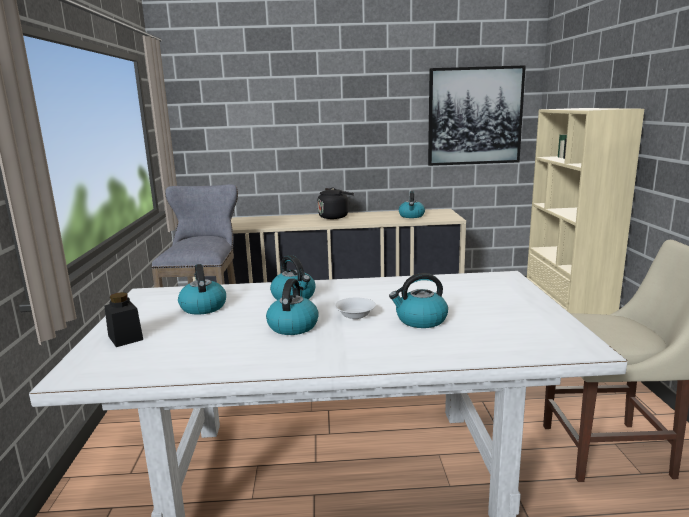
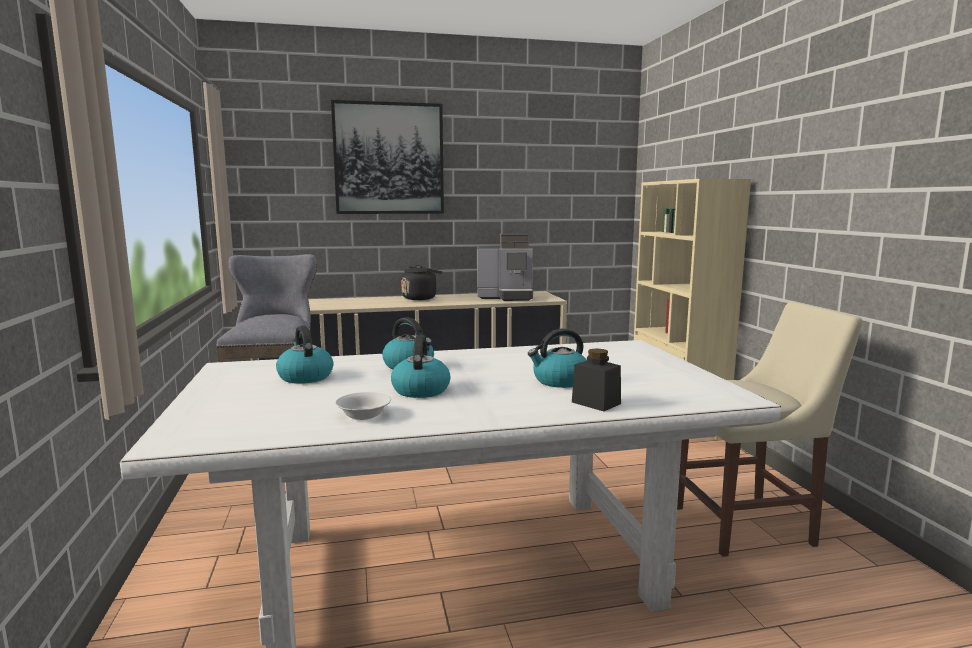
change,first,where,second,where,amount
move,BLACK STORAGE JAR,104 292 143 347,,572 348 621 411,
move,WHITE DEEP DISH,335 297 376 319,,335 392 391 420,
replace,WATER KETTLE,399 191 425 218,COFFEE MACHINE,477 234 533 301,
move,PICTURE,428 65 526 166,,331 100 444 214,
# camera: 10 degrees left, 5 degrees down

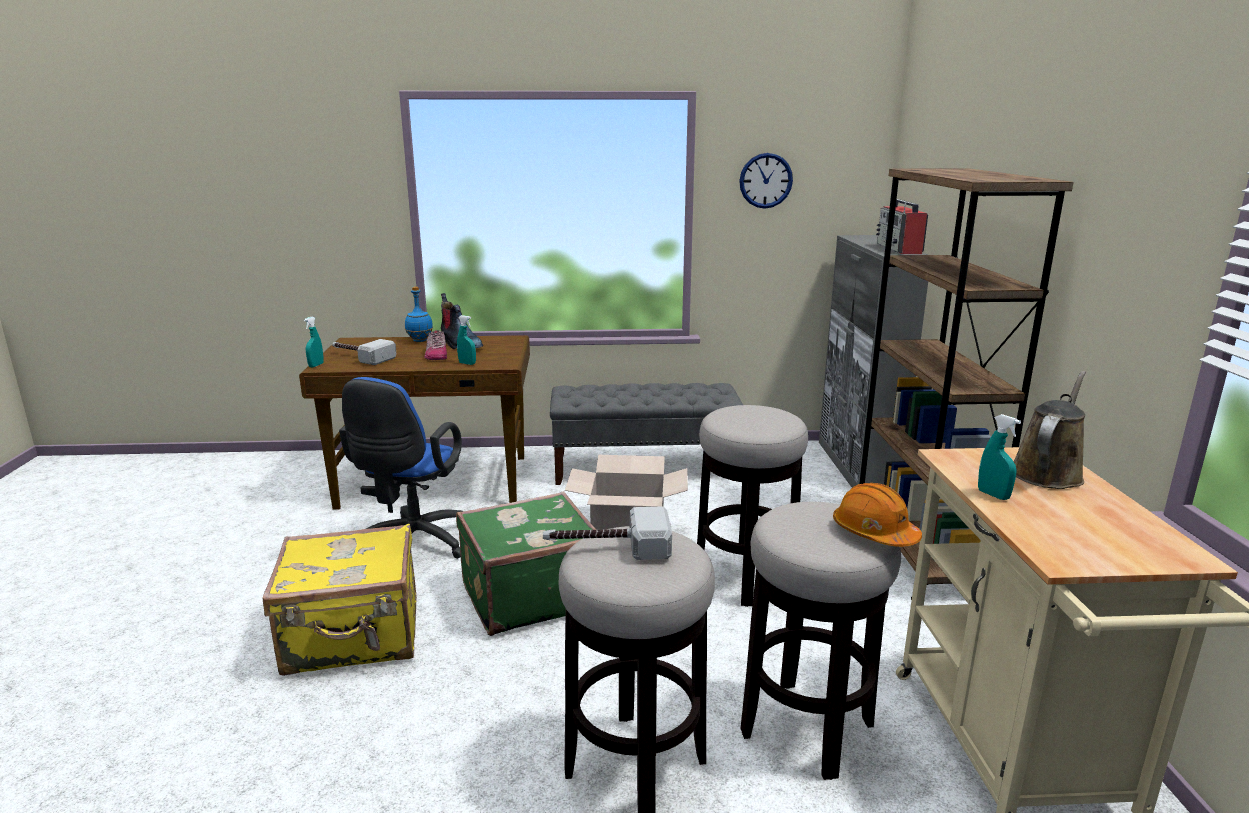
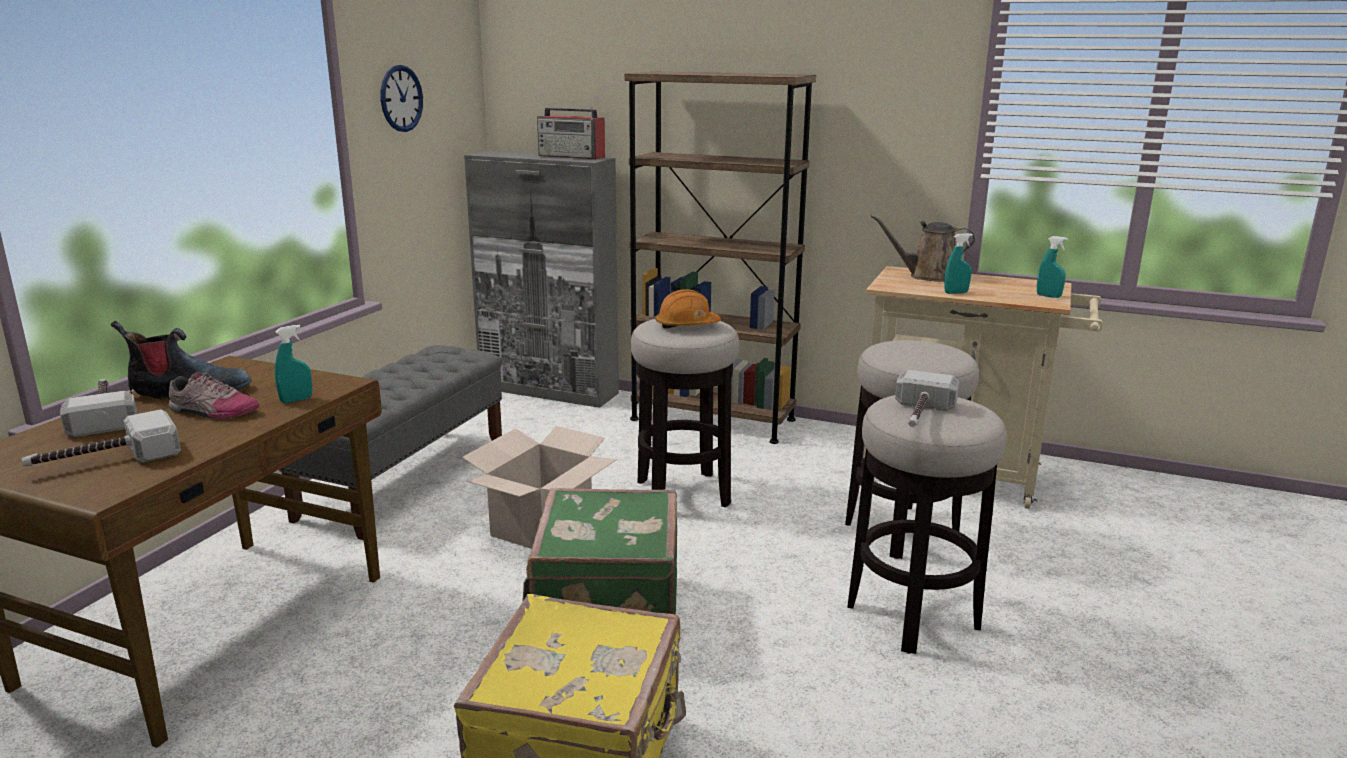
change,first,where,second,where,amount
move,TURQUOISE SPRAYER,304 317 324 368,,1037 236 1068 298,
delete,BLUE OFFICE CHAIR,339 377 463 559,,,
replace,BLUE DRINK BOTTLE,405 286 433 342,TOOL HAMMER,60 379 137 437,
move,ORANGE HARD HAT,833 483 922 547,,655 289 721 328,
rotate,BROWN WATERING CAN,1014 371 1086 489,,871 215 975 282,60 degrees counterclockwise
# camera: 65 degrees left, 0 degrees up

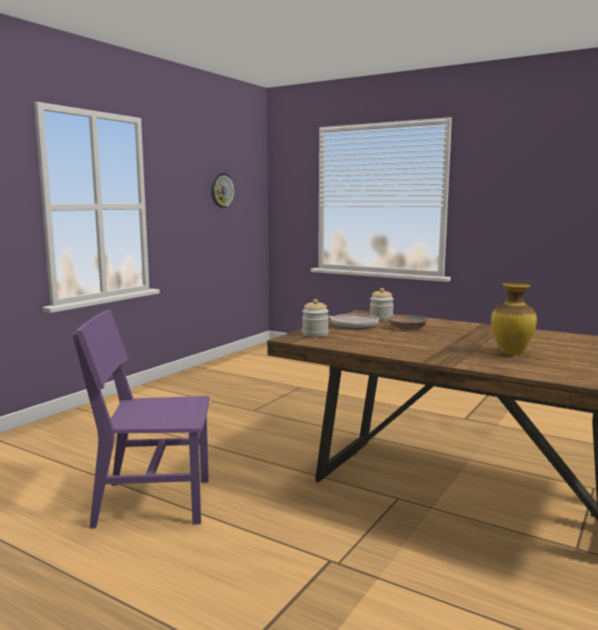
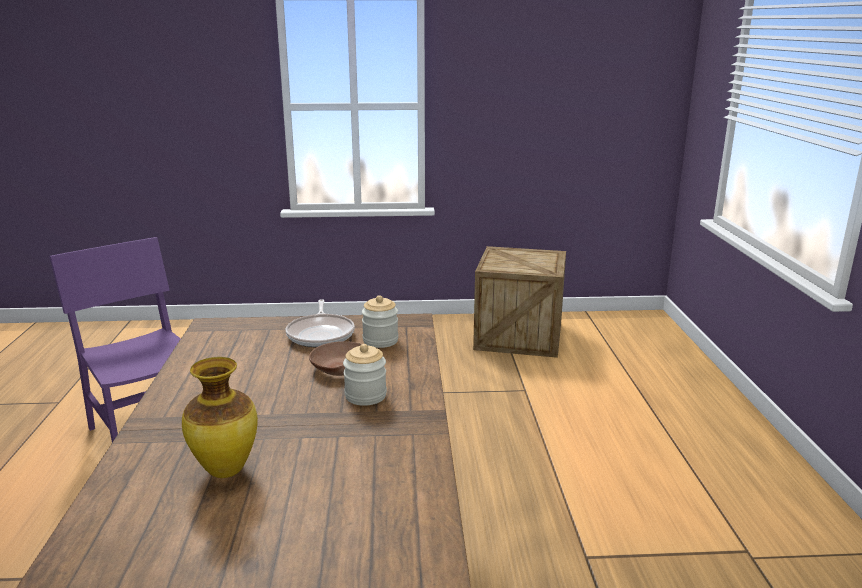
change,first,where,second,where,amount
delete,HANGING CLOCK,211 173 235 208,,,
move,STORAGE JAR,302 299 329 337,,343 344 387 406,
insert,,,PACKING CRATE,473 246 566 358,
# camera: 55 degrees right, 10 degrees up

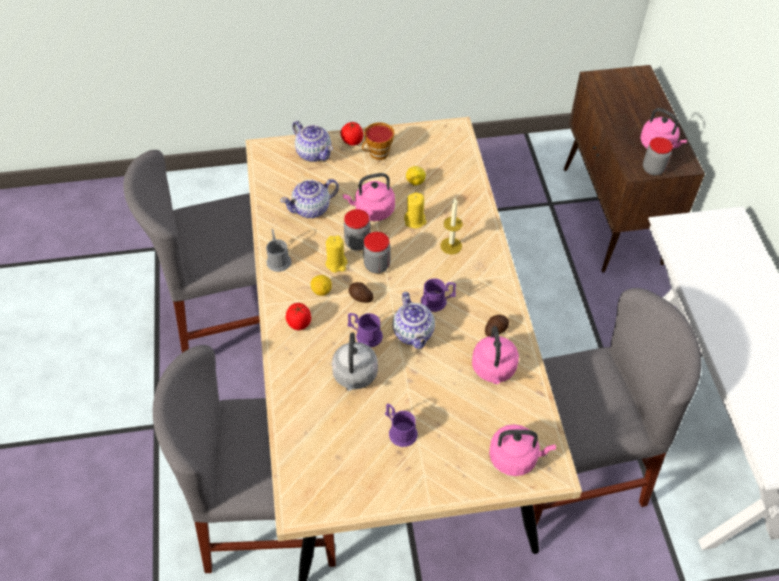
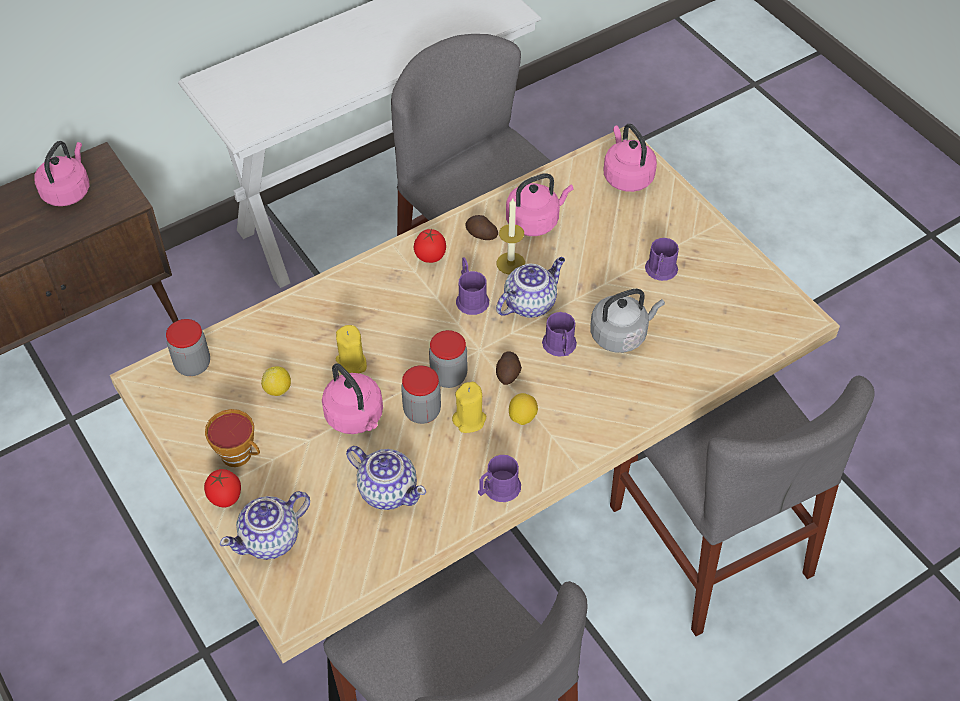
change,first,where,second,where,amount
recolor,GRAY MUG,266 229 292 272,PURPLE-COLOURED MUG,478 455 521 502,
move,WHOLE TOMATO,286 303 311 330,,414 229 446 263,
rotate,TEAPOT,292 121 333 162,,220 491 310 560,150 degrees counterclockwise
move,WAX LIGHT,440 197 463 254,,497 198 525 274,
move,STORAGE JAR,643 137 673 175,,166 319 210 376,
# camera: 115 degrees left, 0 degrees up

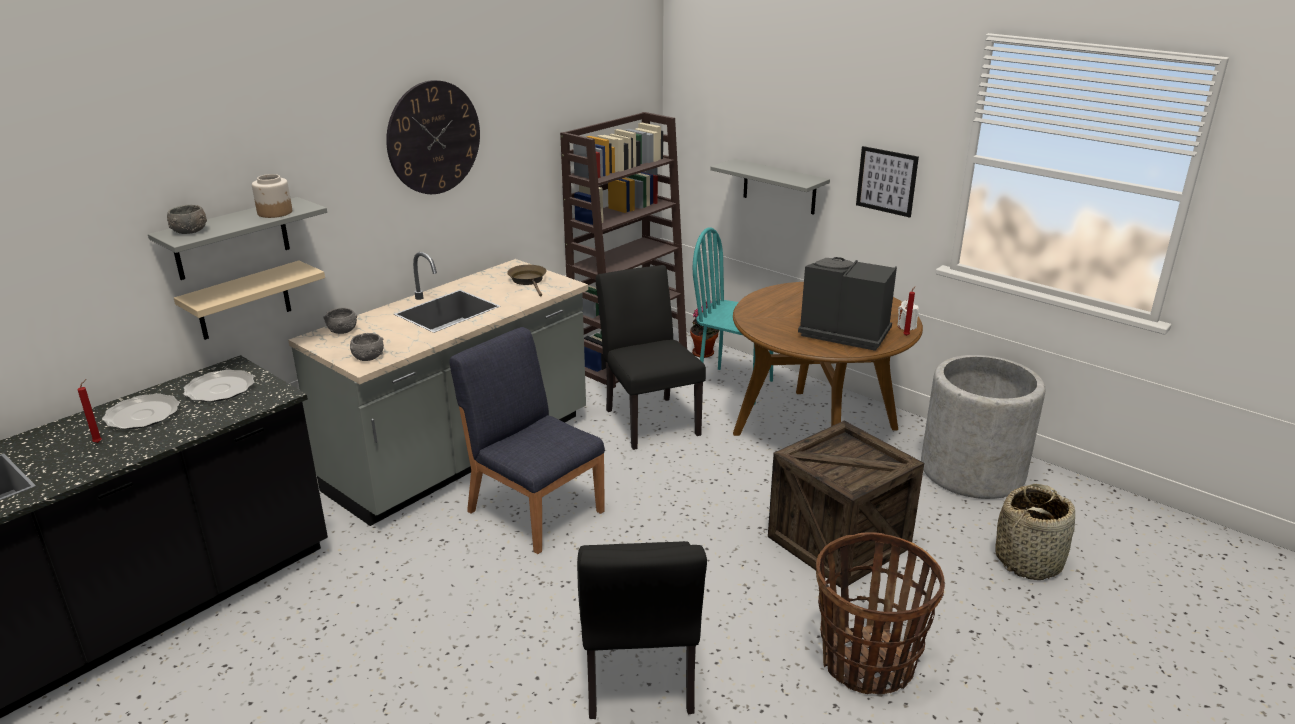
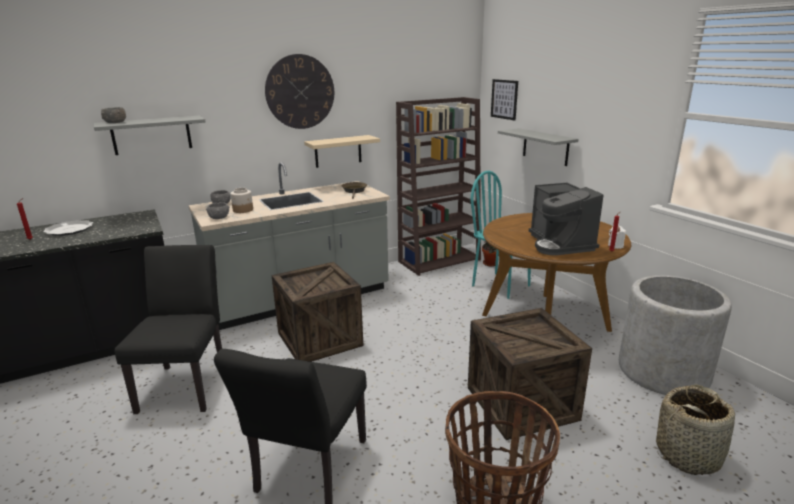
change,first,where,second,where,amount
move,BEIGE-COLOURED WALL SHELF,174 261 325 340,,304 135 380 168,
delete,DINNER PLATE,183 369 254 402,,,
move,STORAGE JAR,252 174 292 218,,230 188 253 213,
replace,BLUE PLAIN CHAIR,450 327 605 554,PACKING CRATE,271 262 364 362,
move,BLACK PLAIN CHAIR,596 265 706 450,,115 245 222 414,
rotate,COFFEE MACHINE,798 257 897 351,,529 183 604 255,150 degrees counterclockwise
move,PICTURE,856 146 919 218,,491 79 518 120,
# camera: 20 degrees right, 5 degrees down

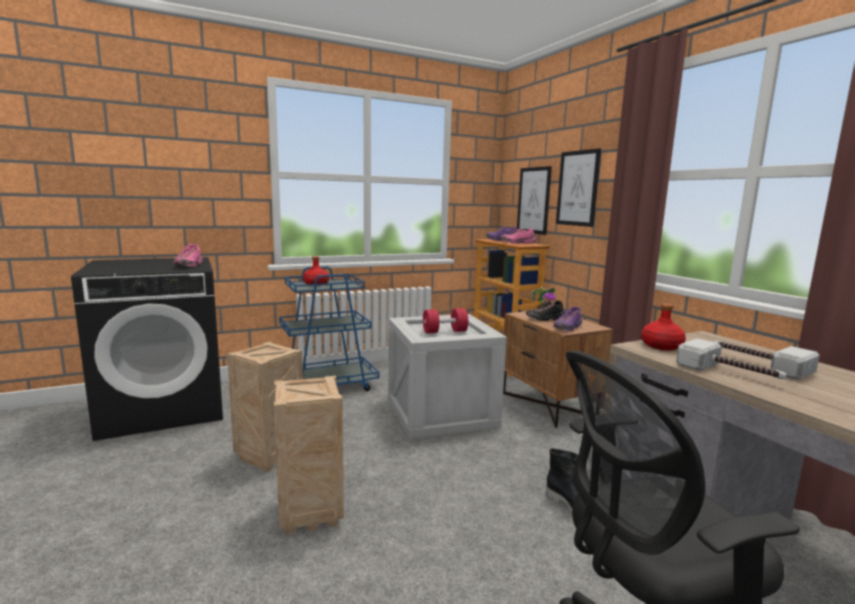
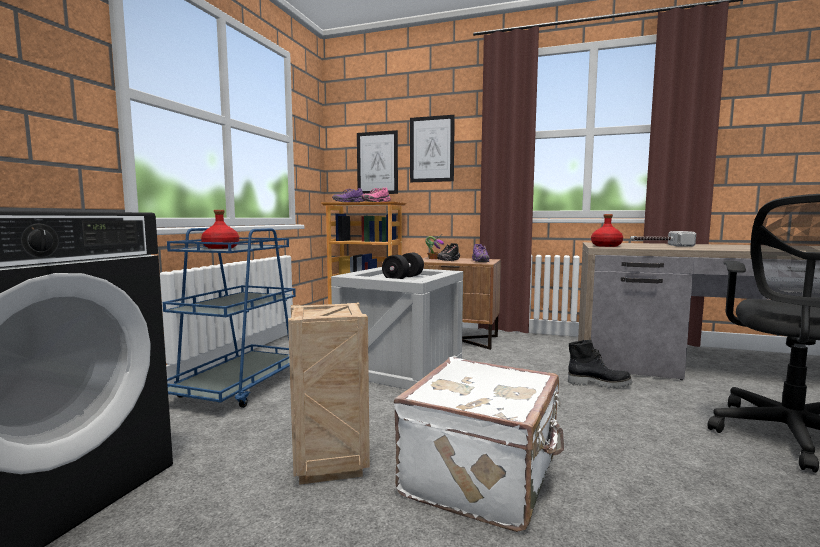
change,first,where,second,where,amount
delete,PINKISH SHOE,173 244 203 267,,,
replace,PACKING CRATE,274 375 344 535,WHITE TRAVEL CASE,394 357 564 532,
recolor,RED DUMBBELL,423 308 468 333,BLACK DUMBBELL,382 253 424 279,
delete,TOOL HAMMER,676 338 787 379,,,
# camera: 45 degrees left, 5 degrees down

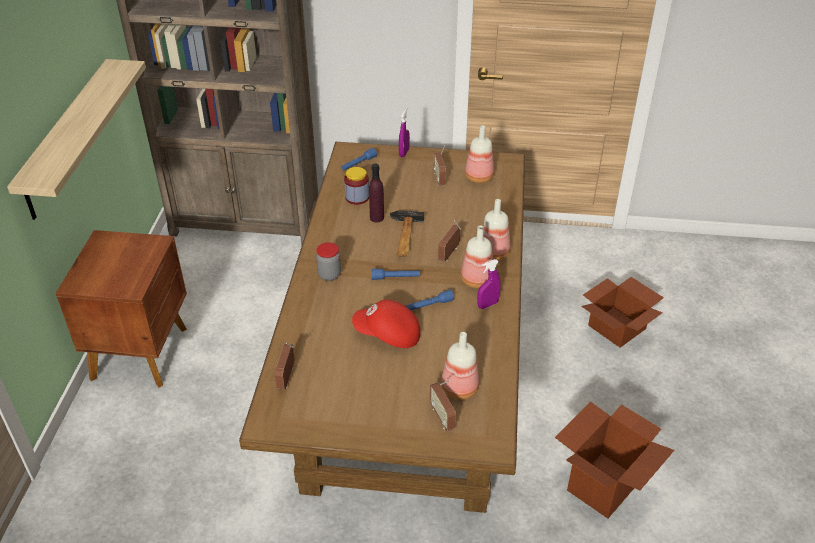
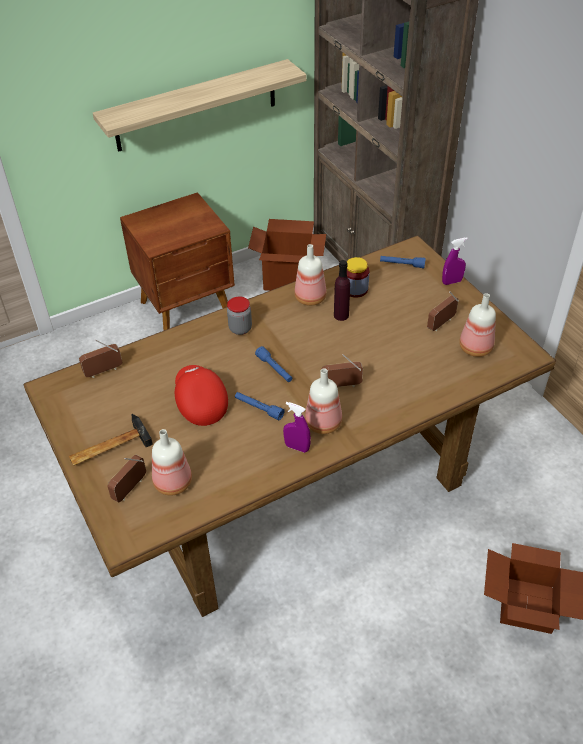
change,first,where,second,where,amount
move,TOOL HAMMER,390 211 424 257,,69 414 153 466,
move,DRINK BOTTLE,483 199 510 260,,294 244 327 306,
move,CARTON,555 401 674 519,,248 219 326 291,
# camera: 55 degrees right, 5 degrees up

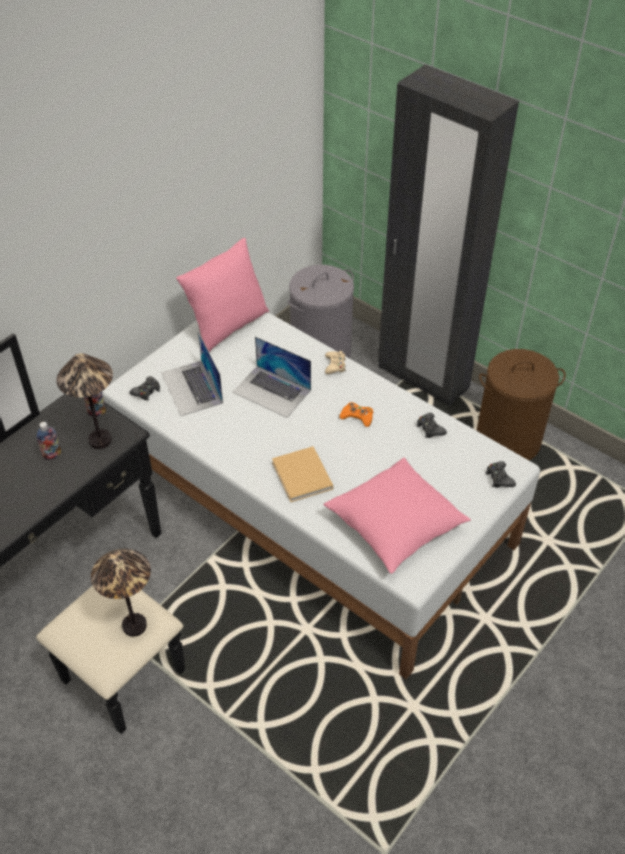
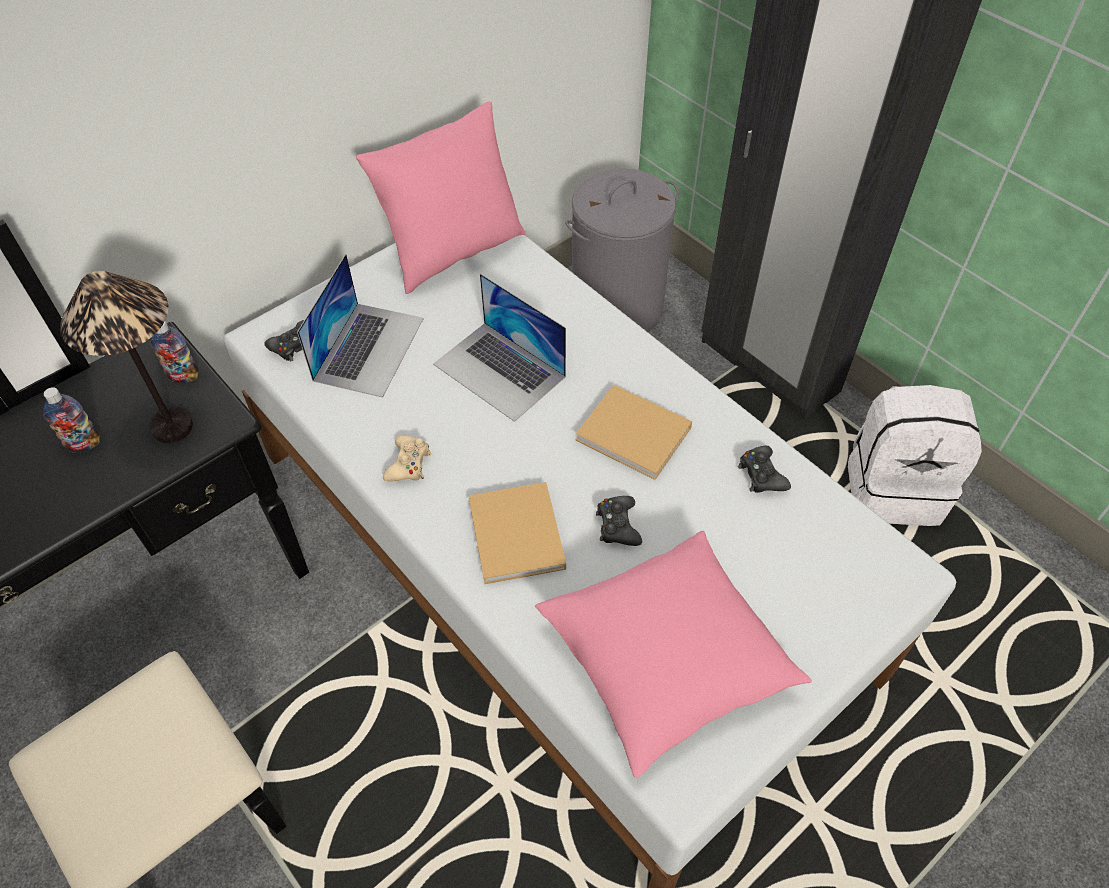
change,first,where,second,where,amount
delete,LAMP FOR A TABLE,91 549 151 637,,,
rotate,LAPTOP,161 332 223 416,,297 254 424 398,150 degrees counterclockwise
move,BEIGE-COLOURED GAMEPAD,325 351 346 374,,383 436 431 481,
replace,ORANGE GAMEPAD,339 402 373 427,BEIGE-COLOURED VOLUME,576 385 692 480,
replace,BROWN HAMPER,476 349 566 460,WHITE BACKPACK,848 385 982 526,
move,BLACK GAMEPAD,486 461 516 488,,596 496 642 546,
# camera: 10 degrees right, 5 degrees up

